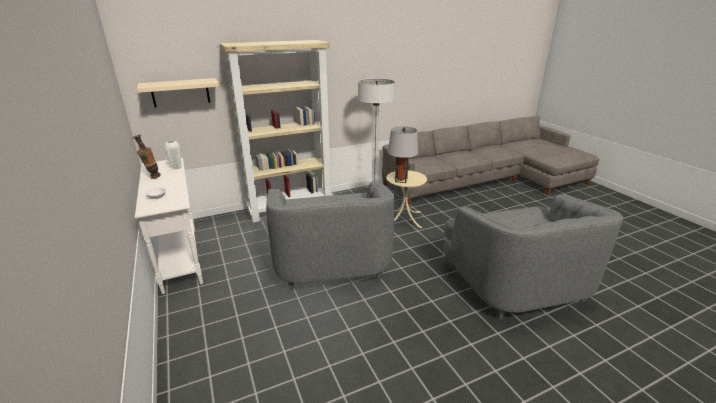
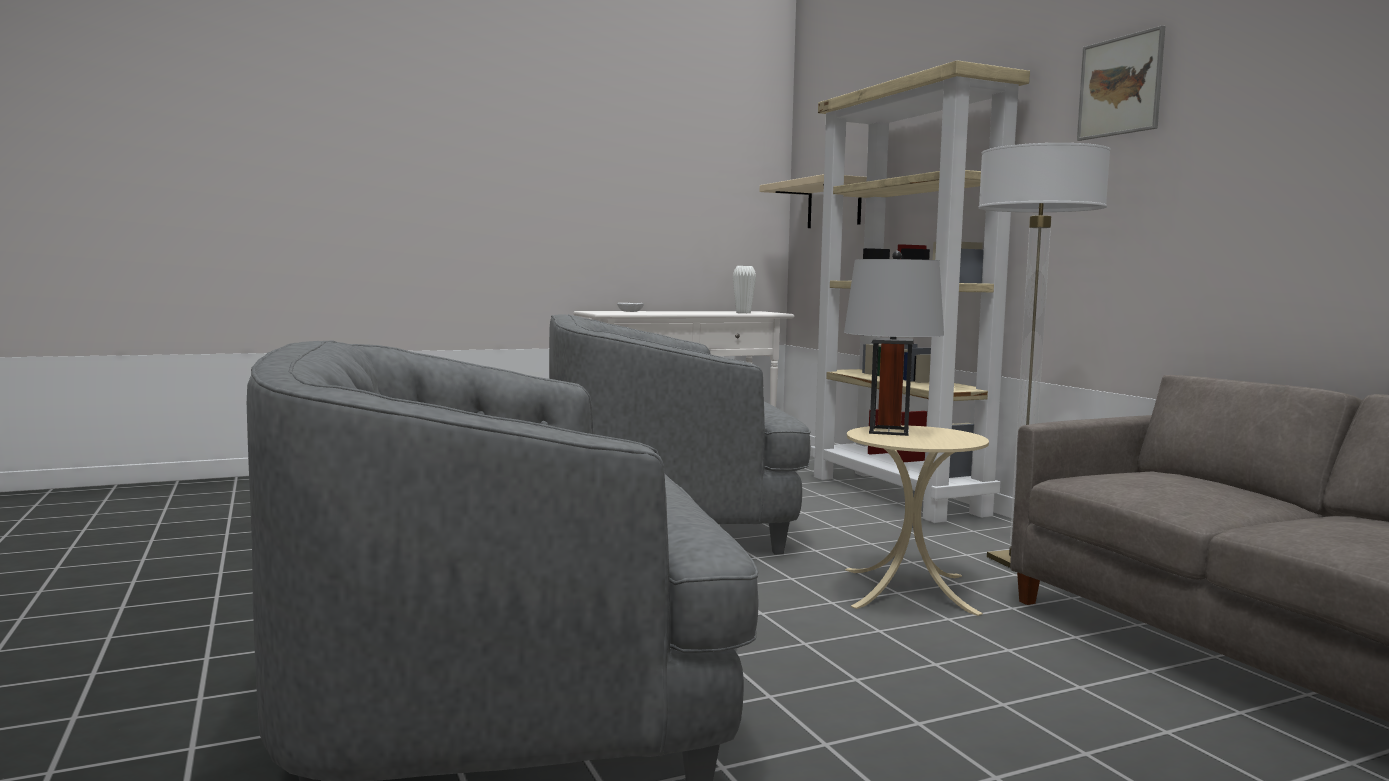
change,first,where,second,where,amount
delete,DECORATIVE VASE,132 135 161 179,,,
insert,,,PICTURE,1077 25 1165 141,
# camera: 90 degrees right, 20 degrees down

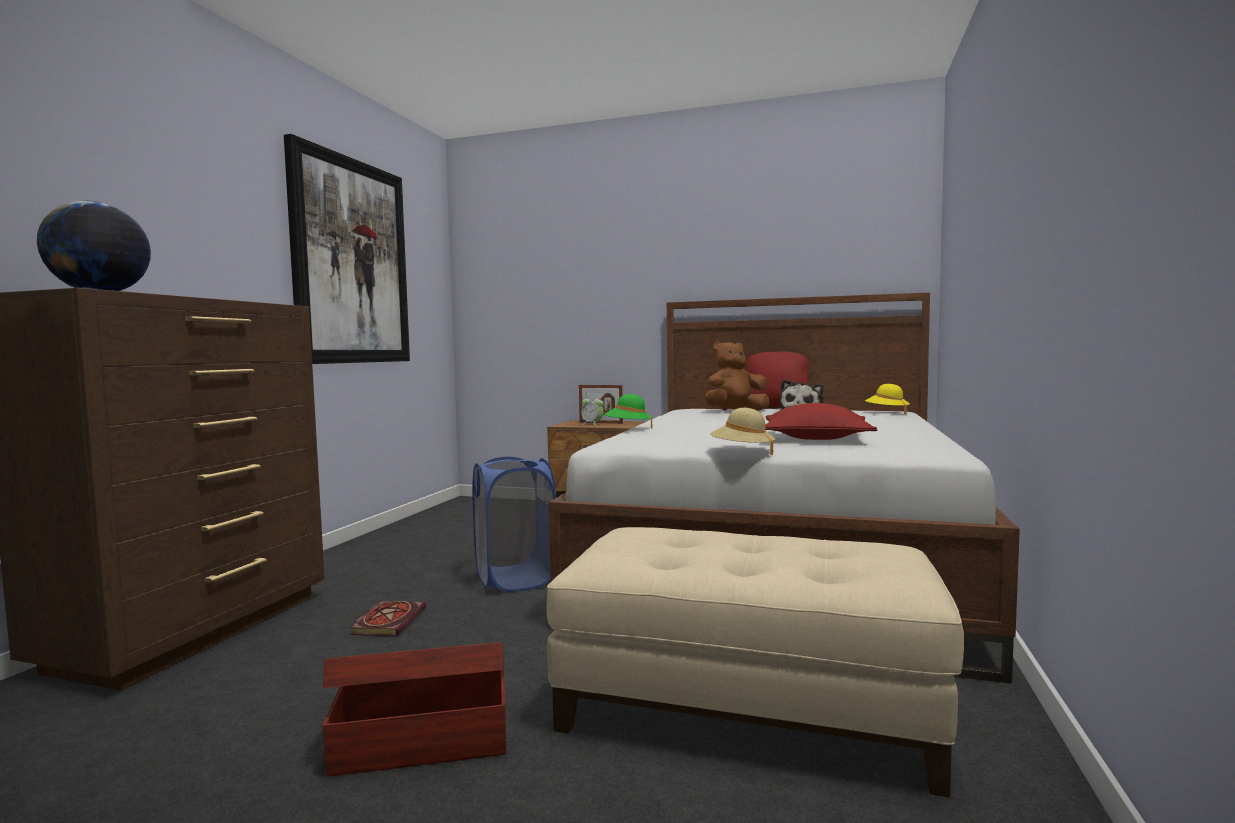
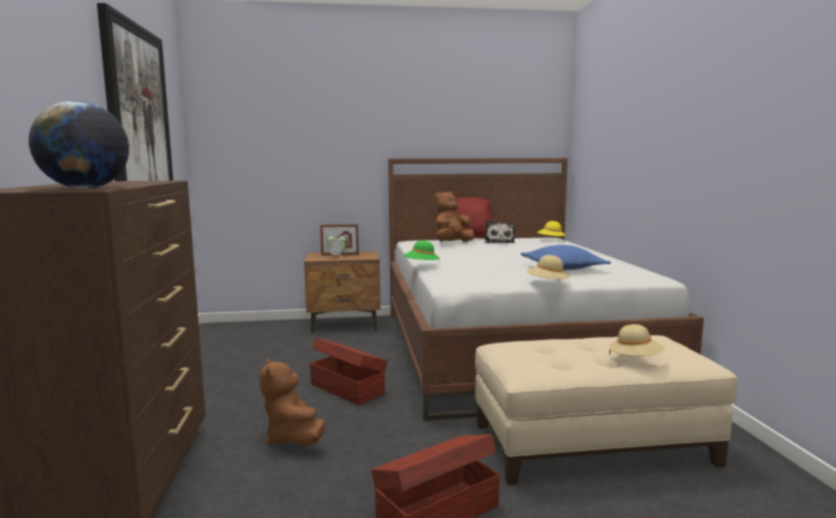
change,first,where,second,where,amount
replace,VOLUME,349 601 426 636,BROWN CUDDLY TOY,260 358 325 445,
replace,BLUE HAMPER,472 457 556 592,BROWN STORAGE CONTAINER,310 338 388 405,
recolor,RED THROW PILLOW,765 403 877 440,BLUE THROW PILLOW,521 245 611 270,
insert,,,BEIGE-COLOURED HAT,609 324 665 356,
# camera: 25 degrees left, 5 degrees up

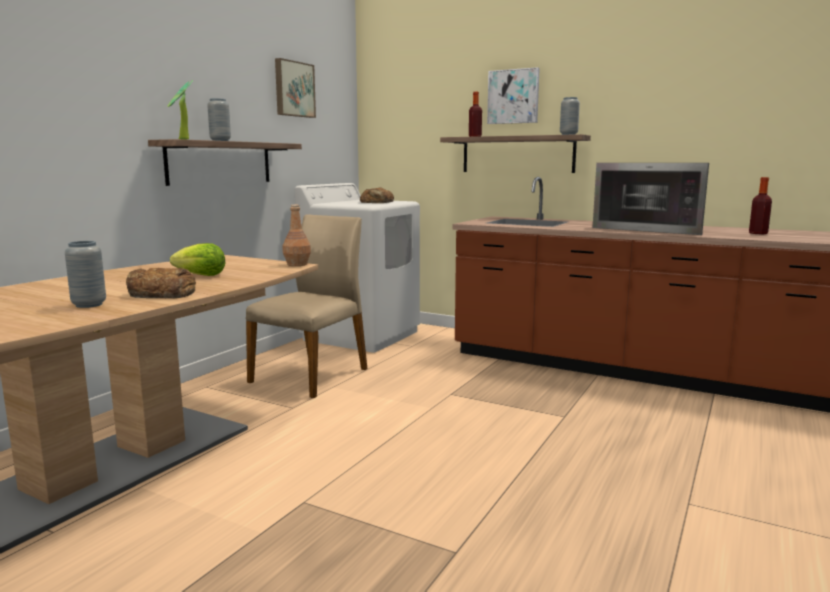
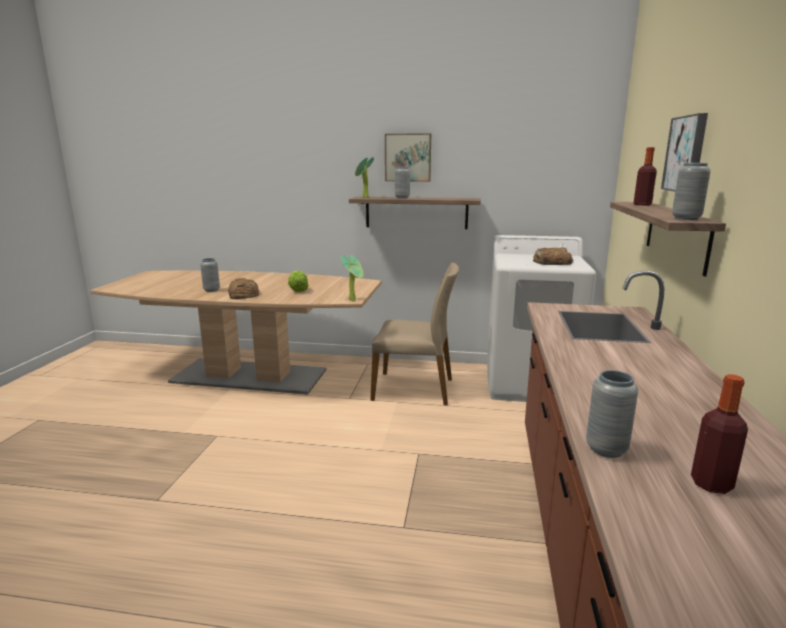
change,first,where,second,where,amount
move,PICTURE,275 58 316 118,,385 133 431 182,
replace,BROWN DRINK BOTTLE,283 205 311 266,PLANT IN A POT,341 254 363 301,
delete,MICROWAVE OVEN,593 163 709 235,,,
insert,,,GRAY DECORATIVE VASE,586 370 638 458,
# camera: 70 degrees right, 5 degrees up

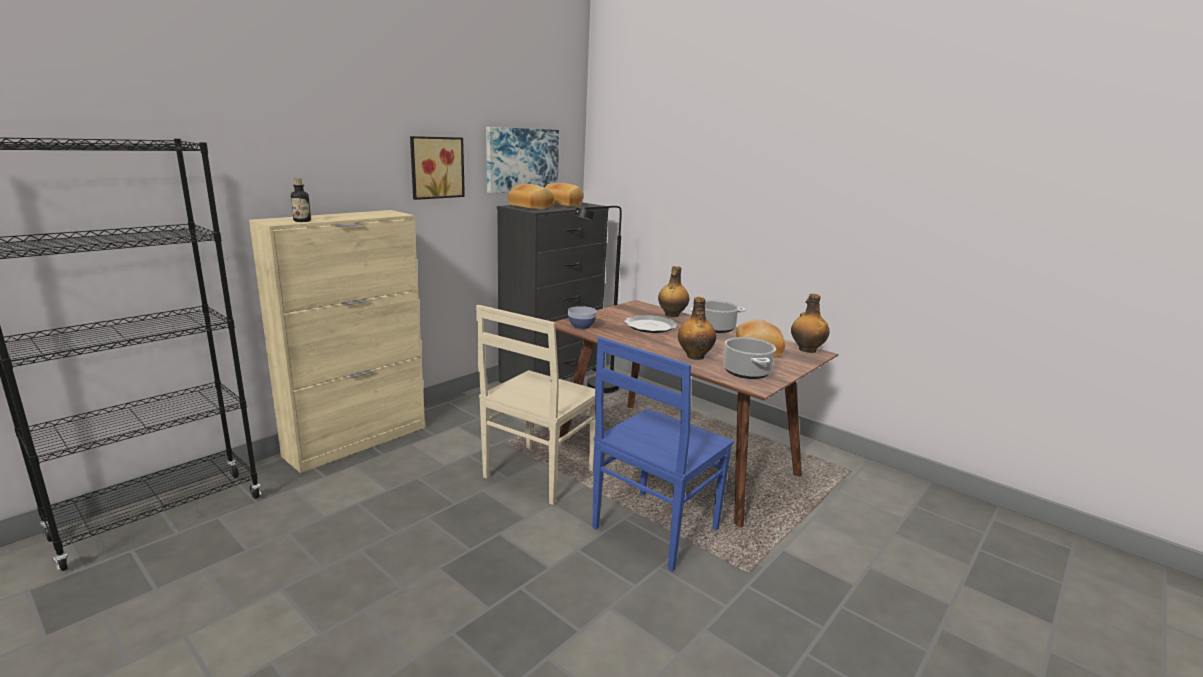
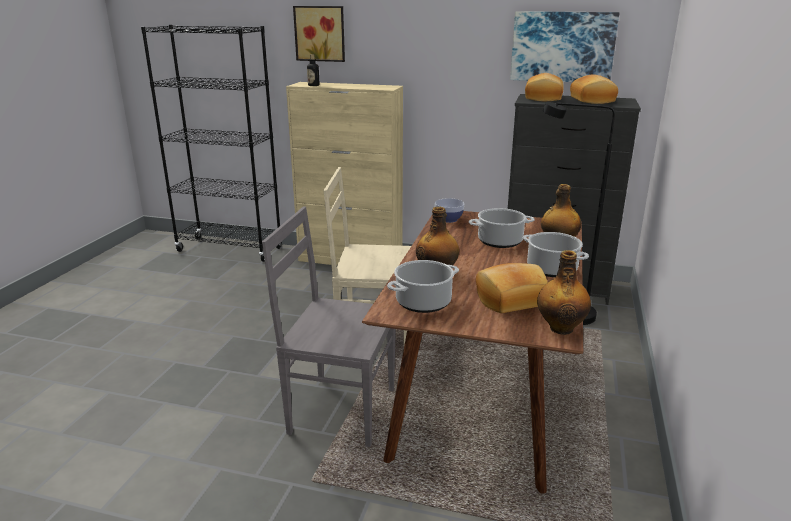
change,first,where,second,where,amount
move,PICTURE,410 136 465 200,,293 6 345 62,
recolor,BLUE PLAIN CHAIR,592 337 734 572,GRAY PLAIN CHAIR,262 206 396 447,
replace,DINNER PLATE,624 315 677 333,COOKING POT,469 208 535 248,
# camera: 65 degrees right, 5 degrees up

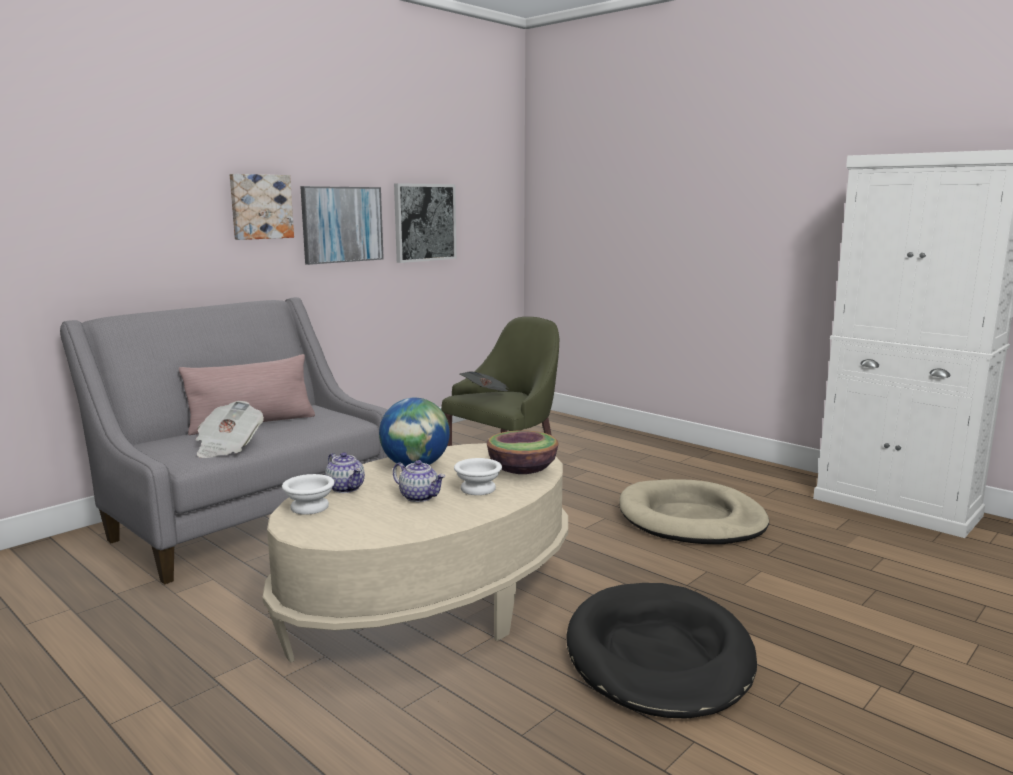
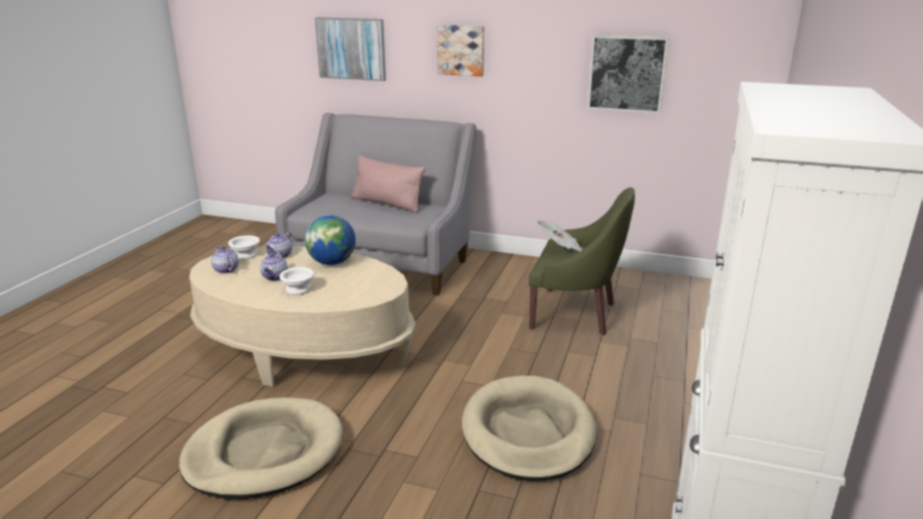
change,first,where,second,where,amount
delete,PRINTED PAPER,195 401 264 458,,,
move,PICTURE,300 186 384 265,,315 17 386 81,
delete,DEEP DISH,487 430 559 474,,,
recolor,BLACK PET BED,566 583 757 718,BEIGE-COLOURED PET BED,179 397 343 499,
insert,,,TEAPOT,211 246 239 274,
# camera: 65 degrees right, 10 degrees up

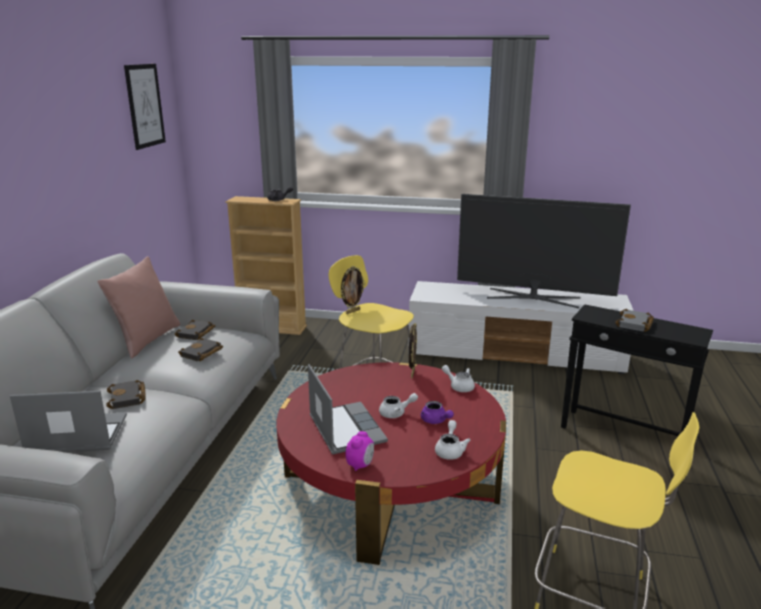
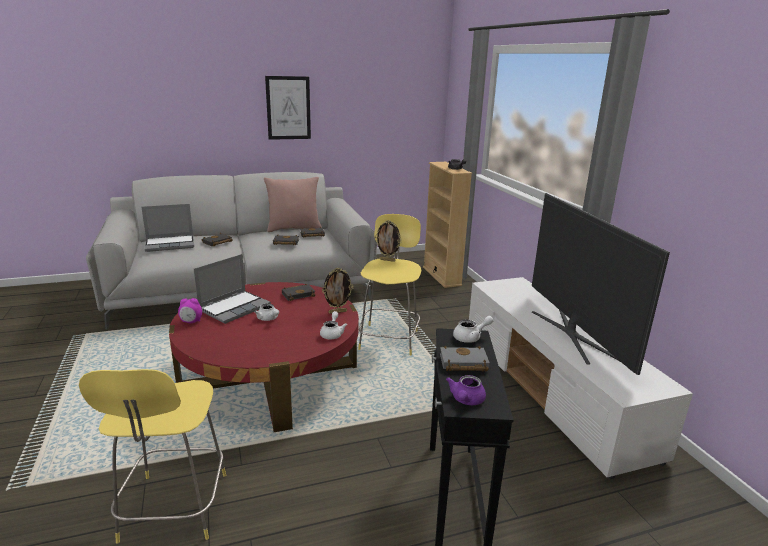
change,first,where,second,where,amount
rotate,LAPTOP,10 391 127 452,,141 204 194 252,105 degrees clockwise
move,PICTURE,124 64 166 150,,265 76 311 140,
move,PURPLE-COLOURED TEAPOT,421 401 454 424,,446 375 486 405,
move,WHITE TEAPOT,435 420 471 460,,453 316 494 343,
insert,,,BLACK VOLUME,282 284 315 301,
# camera: 60 degrees right, 0 degrees up

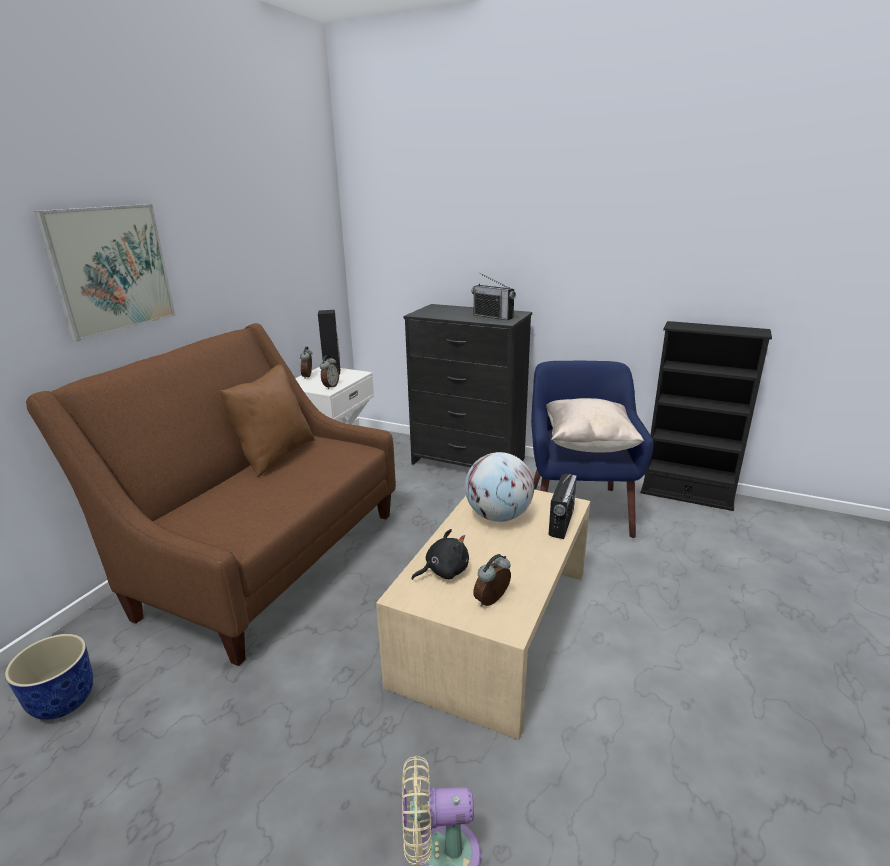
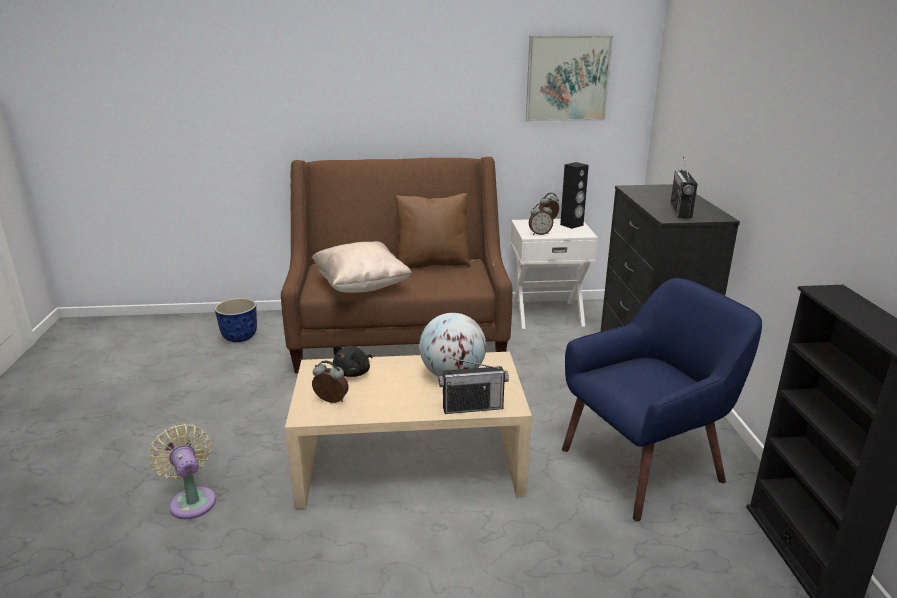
change,first,where,second,where,amount
move,PICTURE,34 204 176 342,,526 35 613 121,
rotate,BLACK CUDDLY TOY,411 529 469 580,,333 345 372 377,90 degrees clockwise
move,BEIGE-COLOURED THROW PILLOW,546 398 644 453,,311 241 412 293,
# camera: 60 degrees right, 0 degrees up

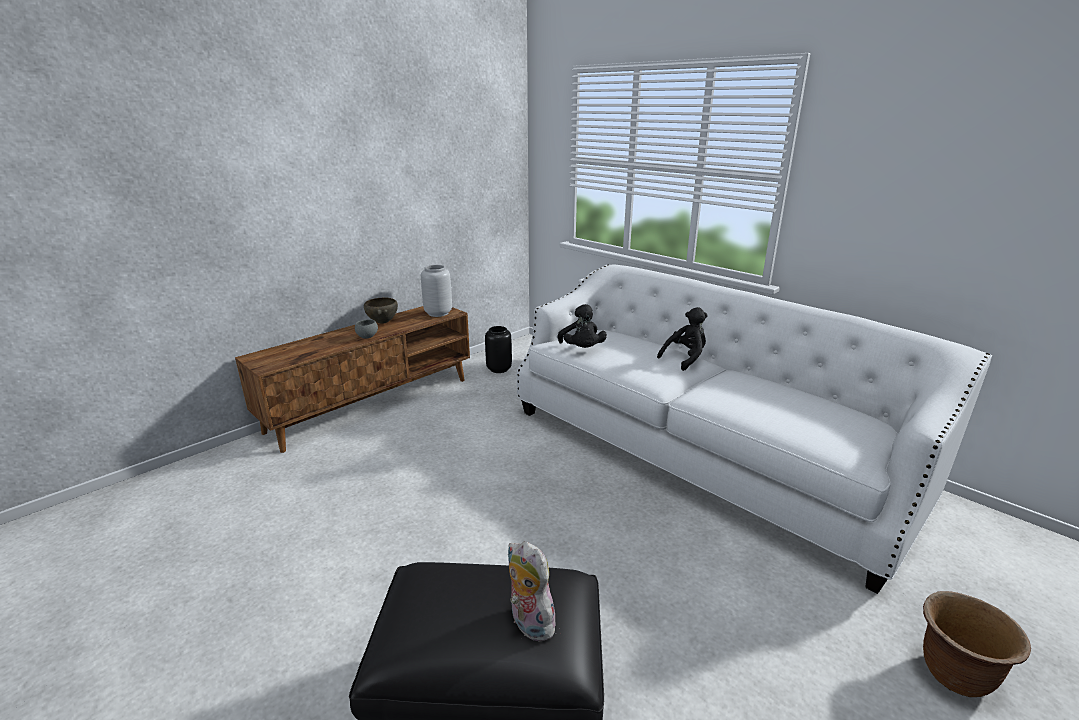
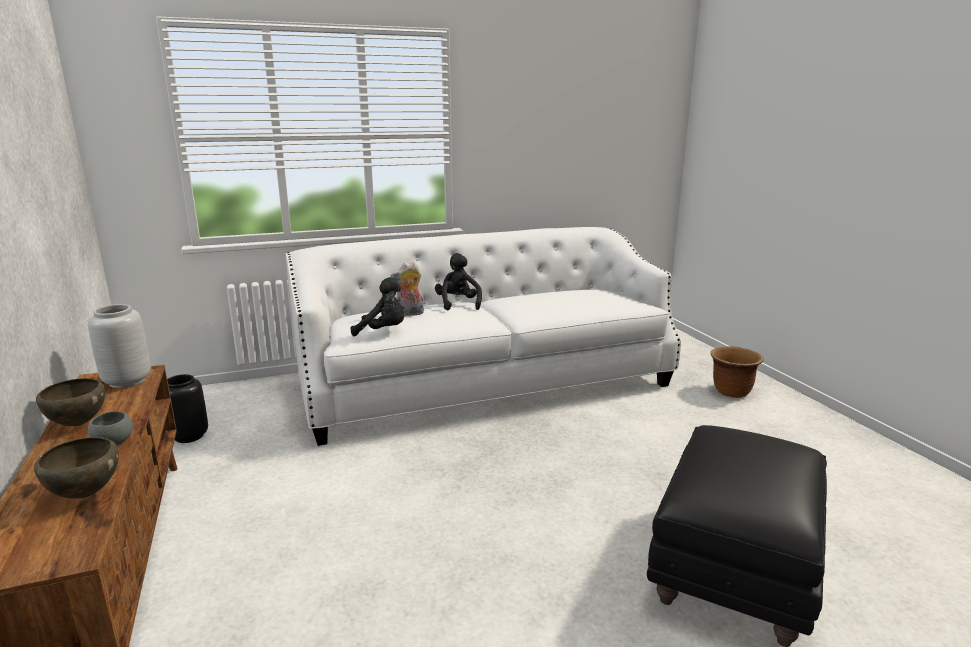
change,first,where,second,where,amount
move,CUDDLY TOY,508 541 561 642,,391 262 424 316,
insert,,,BROWN DEEP DISH,34 437 119 499,
# camera: 65 degrees left, 5 degrees down

